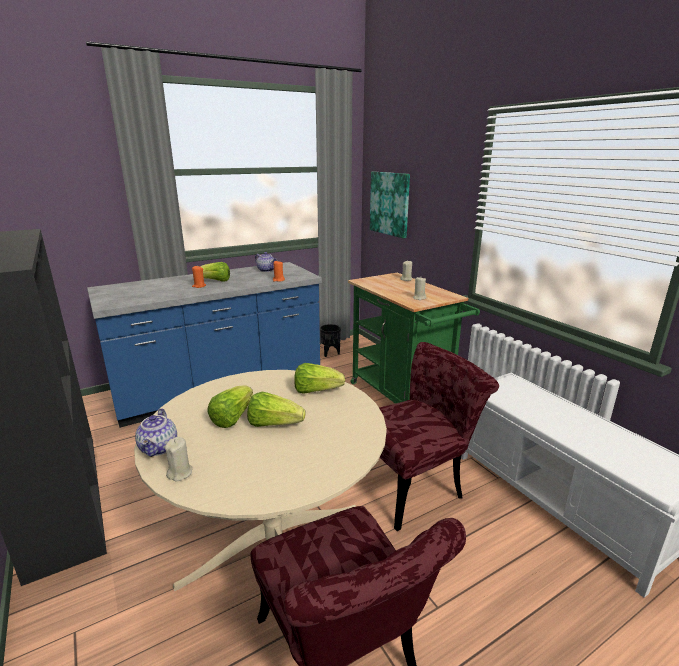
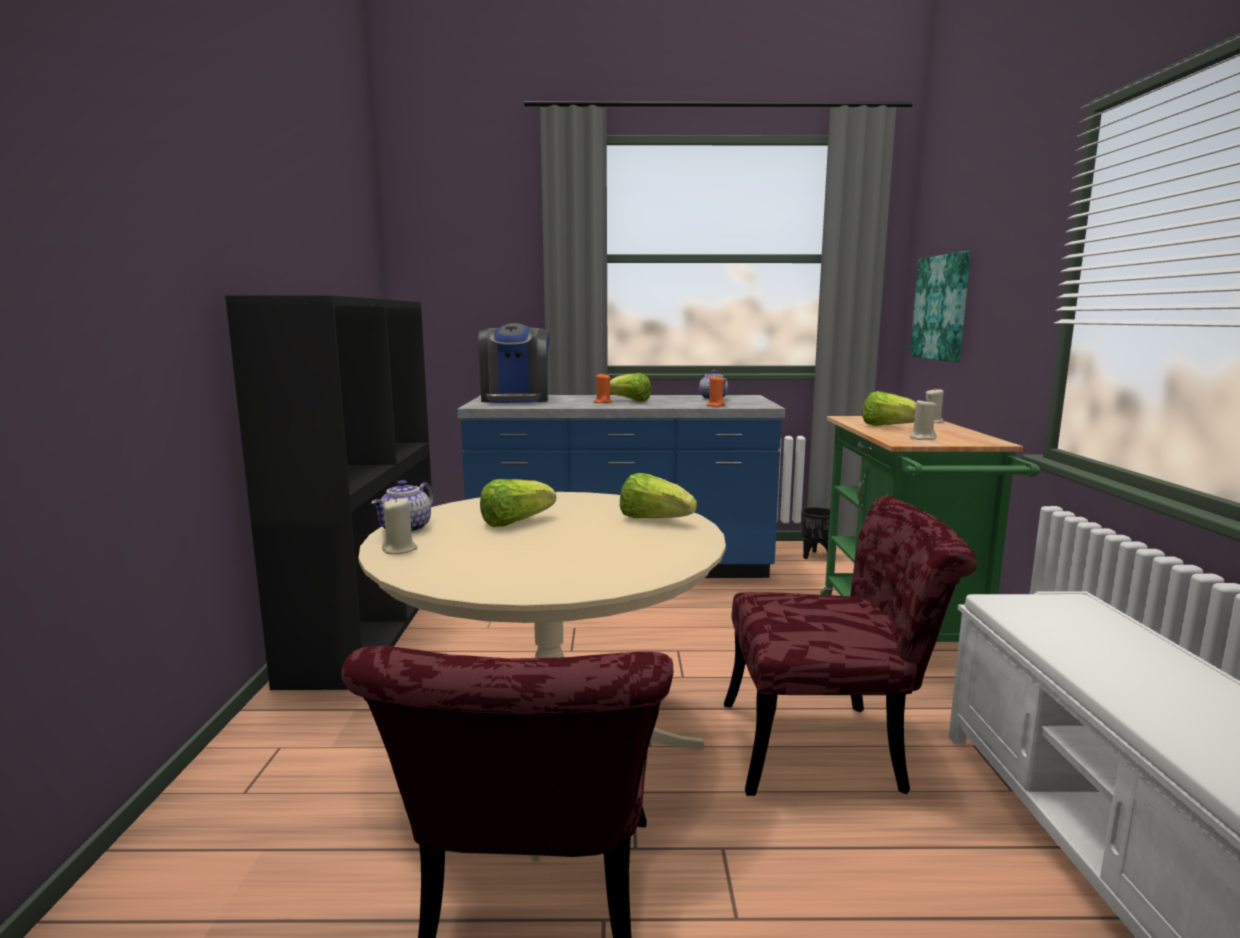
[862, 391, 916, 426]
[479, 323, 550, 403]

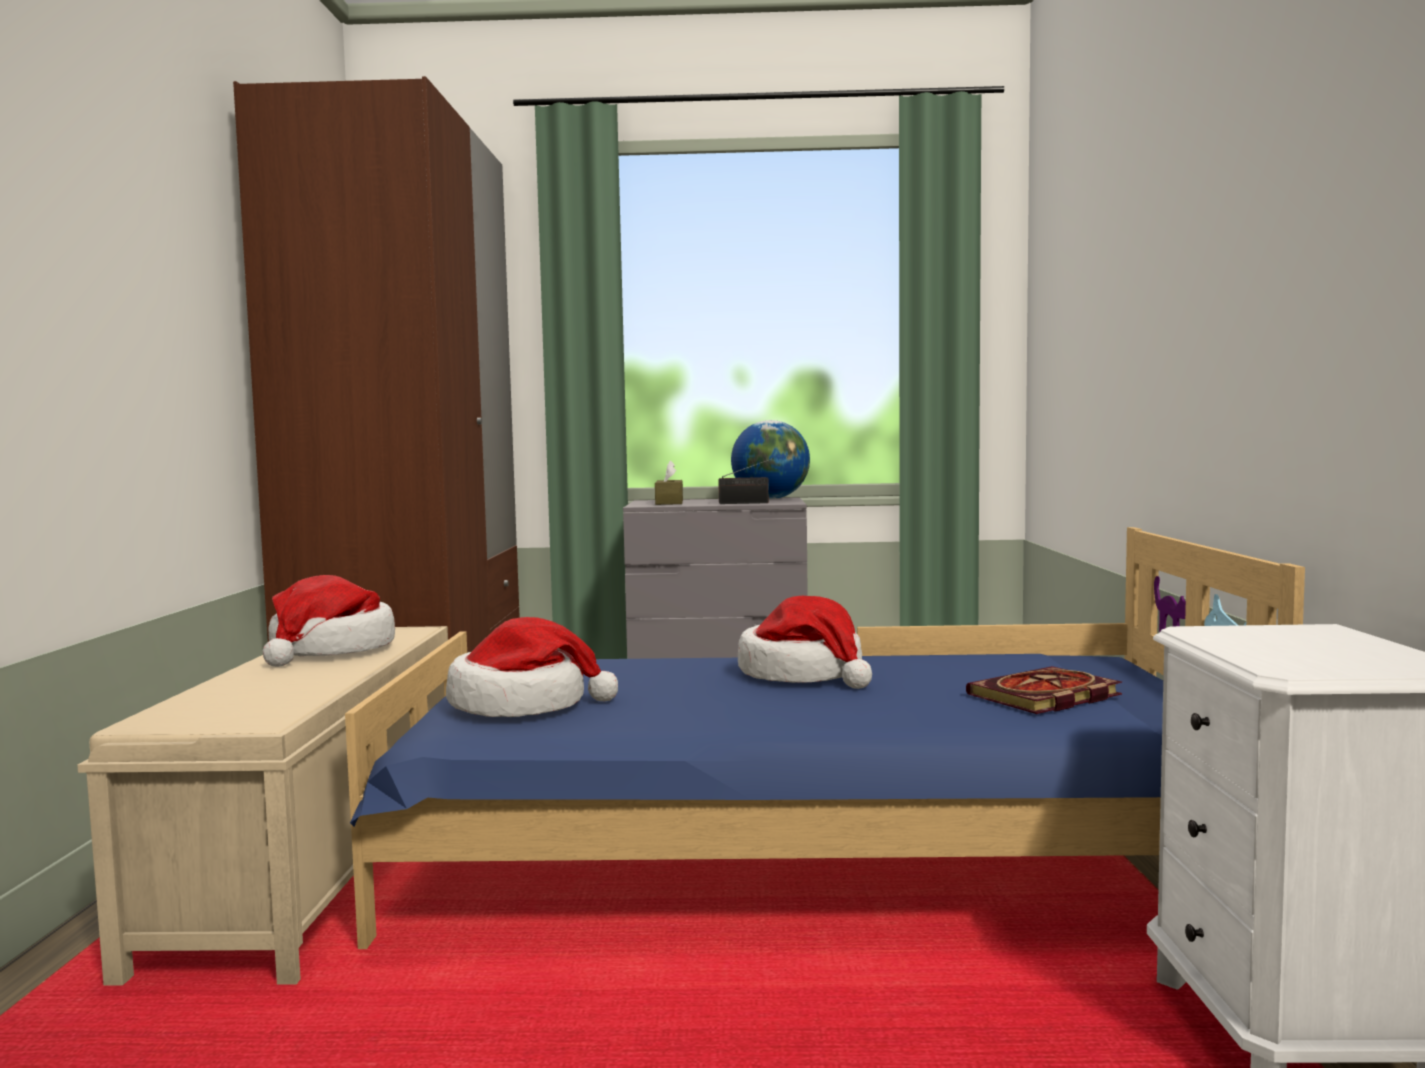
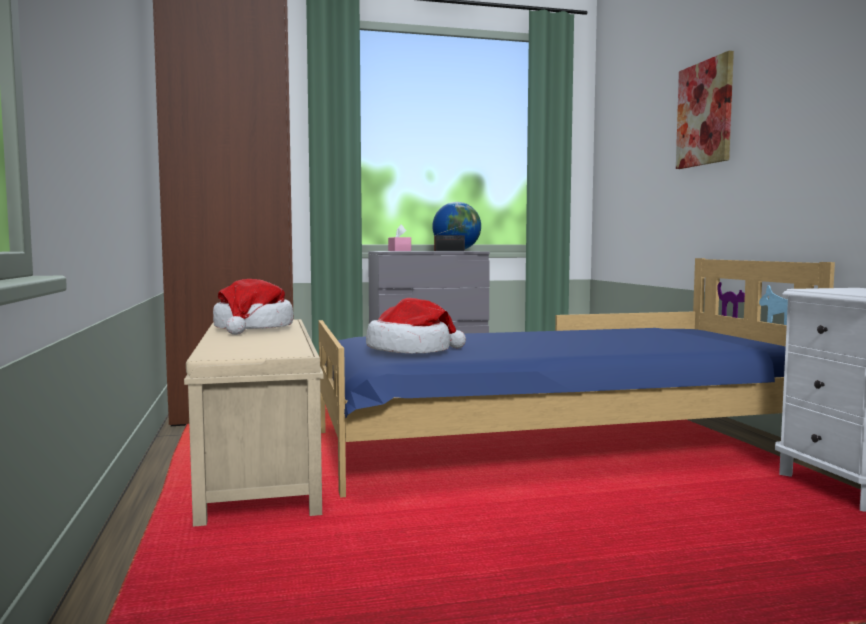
[388, 224, 411, 251]
[738, 596, 872, 689] (first image)
[966, 666, 1122, 714] (first image)
[676, 51, 734, 169]

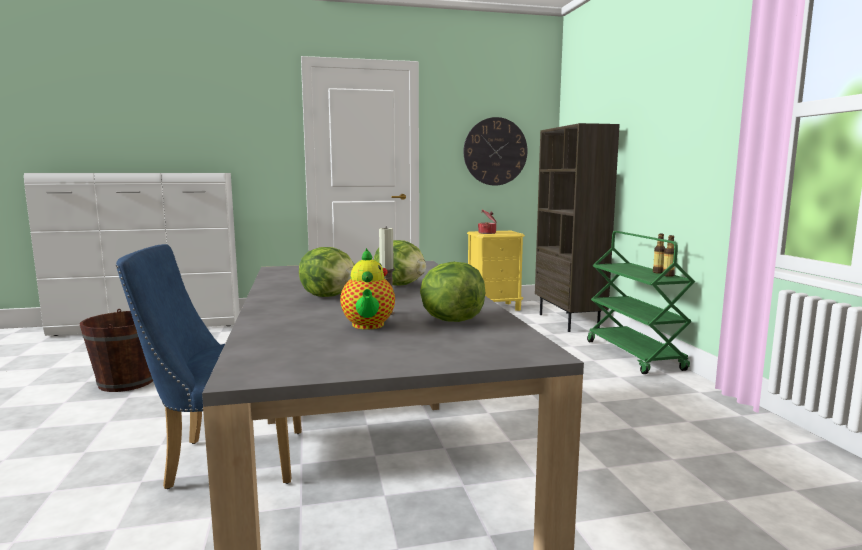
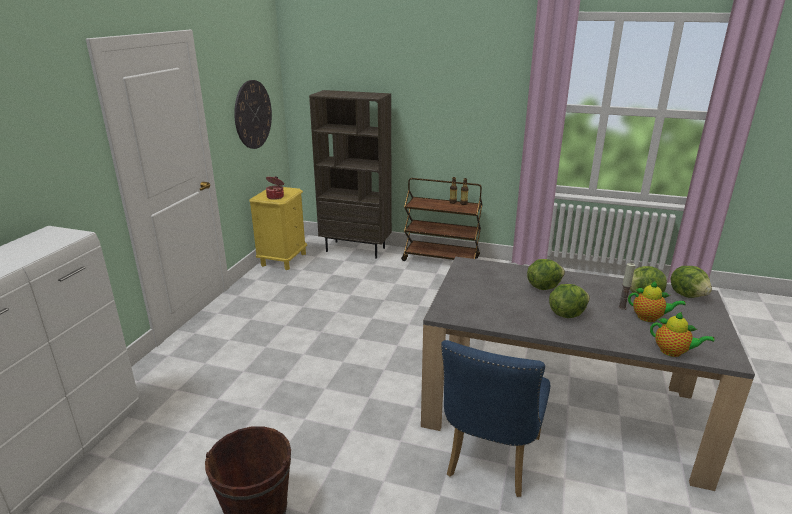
[401, 178, 483, 261]
[650, 312, 715, 357]
[671, 266, 712, 298]

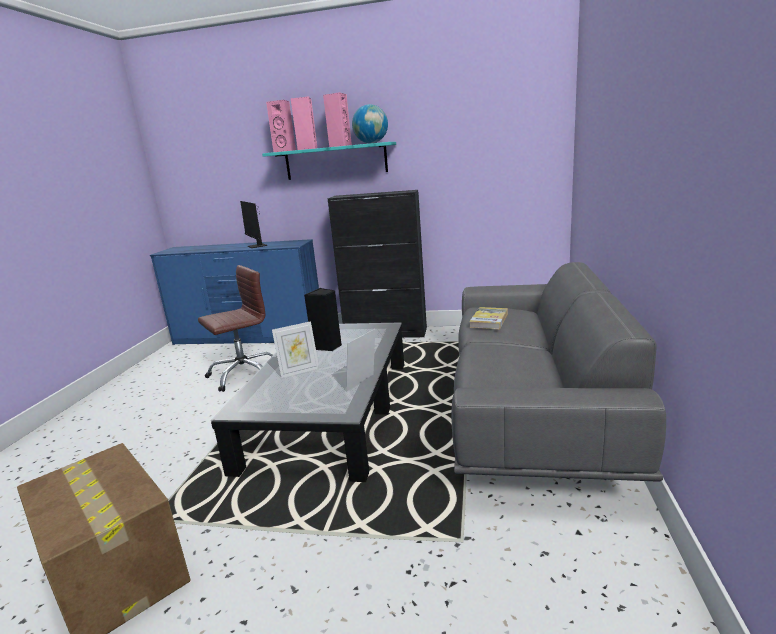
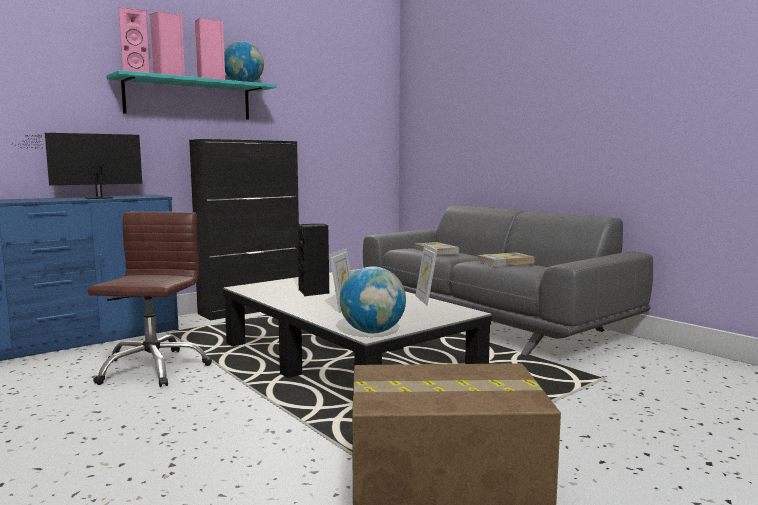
[11, 133, 142, 199]
[340, 266, 406, 333]
[477, 252, 535, 266]

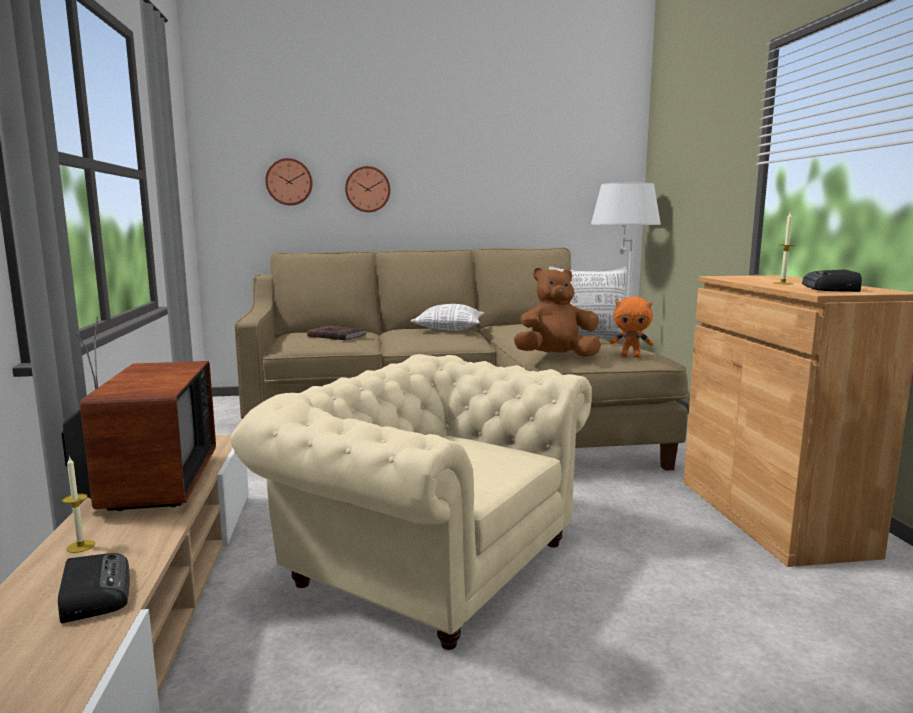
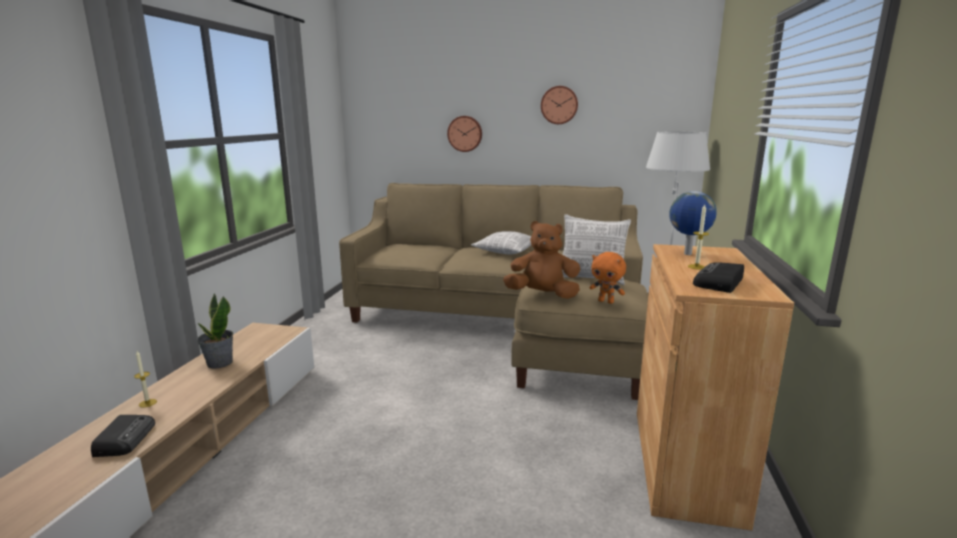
[197, 293, 233, 368]
[230, 354, 592, 650] (first image)
[541, 86, 578, 124]
[307, 326, 366, 340] (first image)
[669, 191, 717, 255]

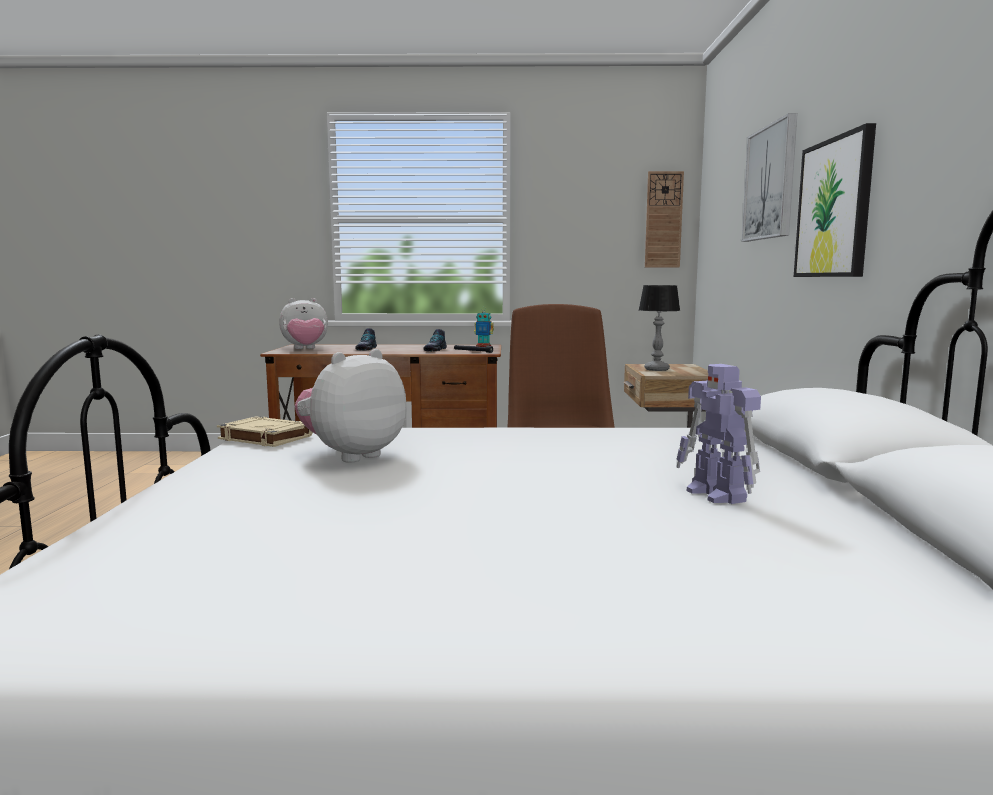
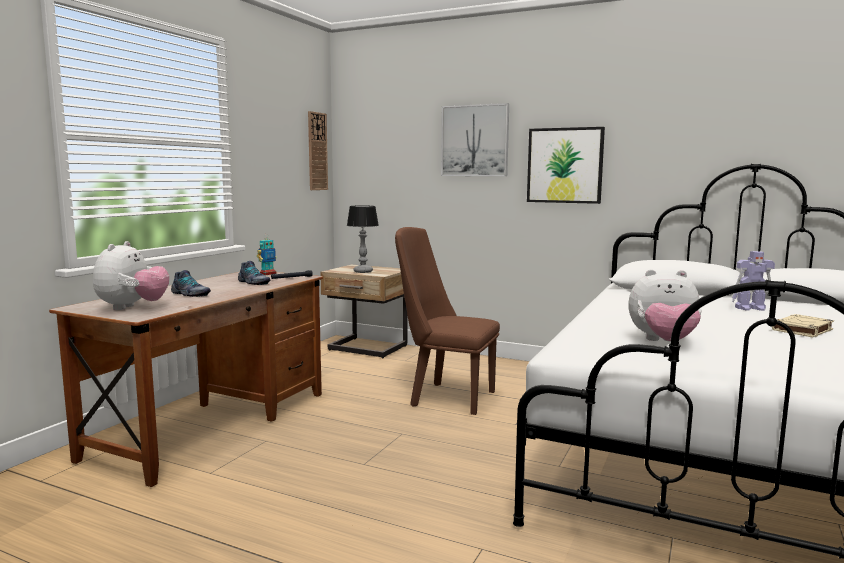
[771, 314, 834, 338]
[628, 269, 702, 341]

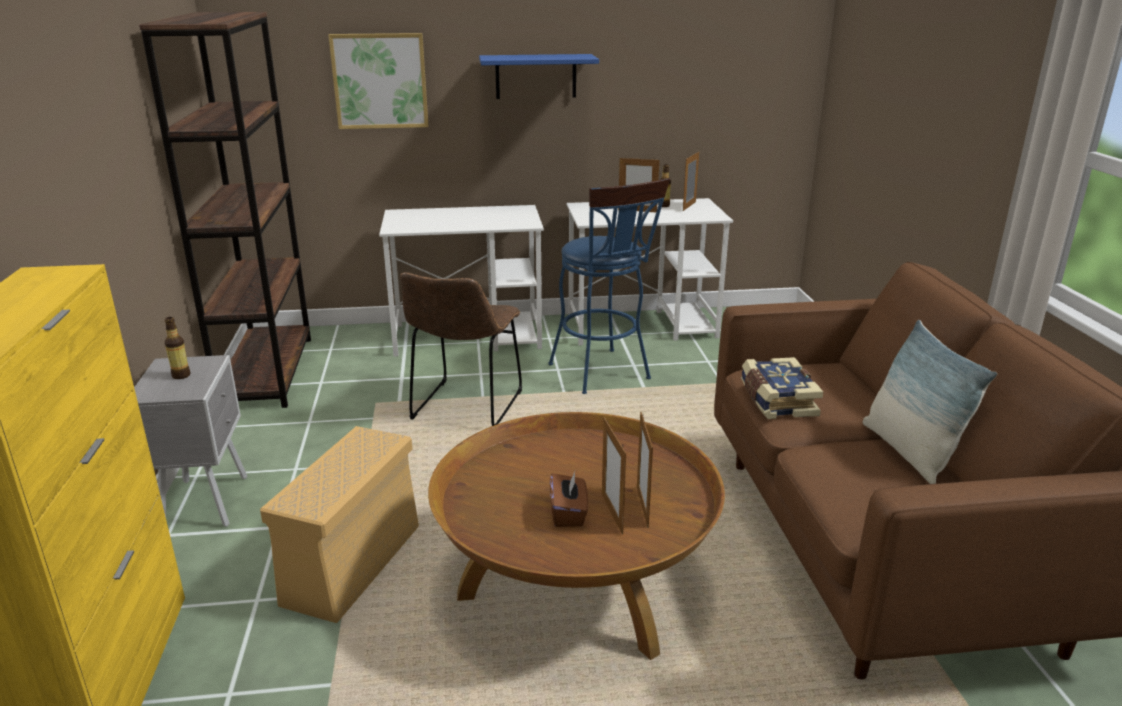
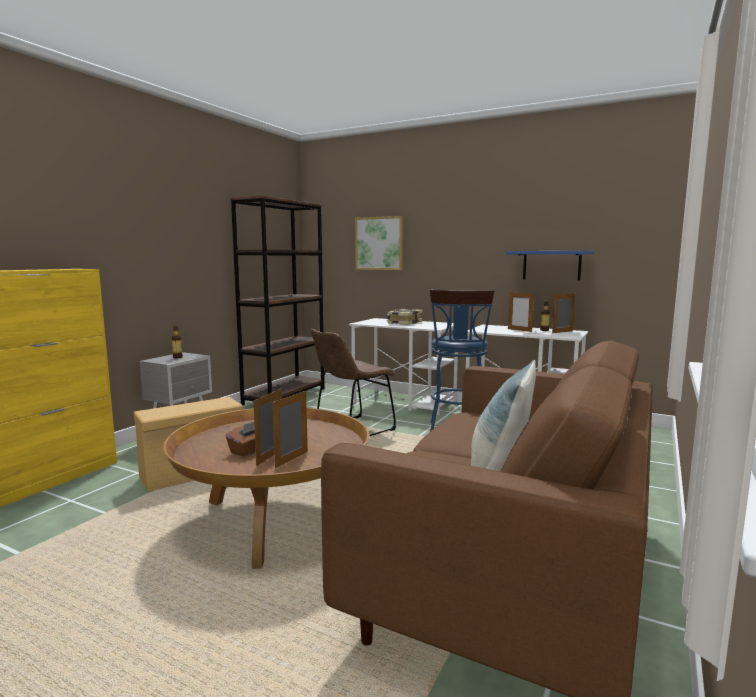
[506, 251, 594, 281]
[387, 309, 423, 325]

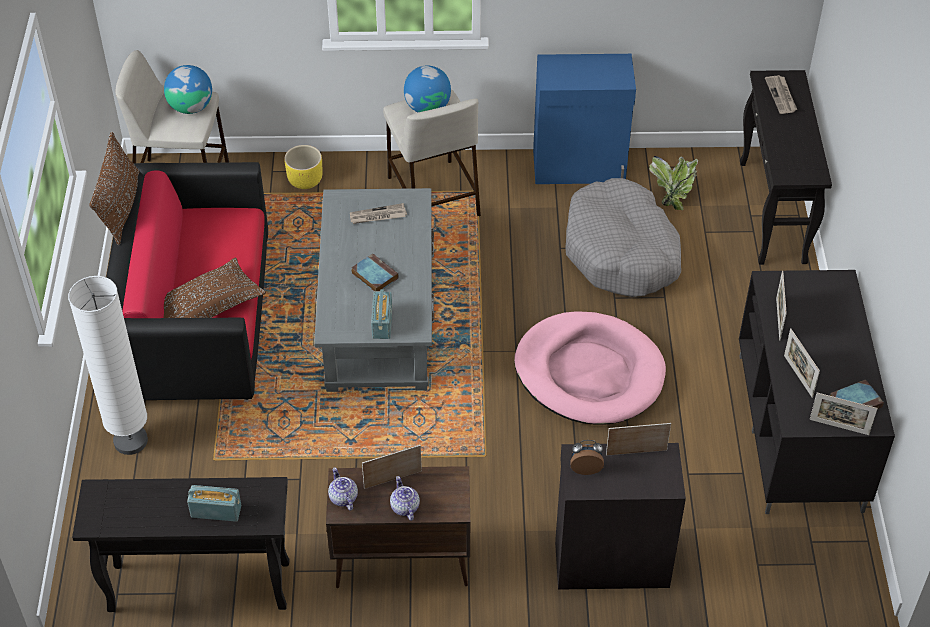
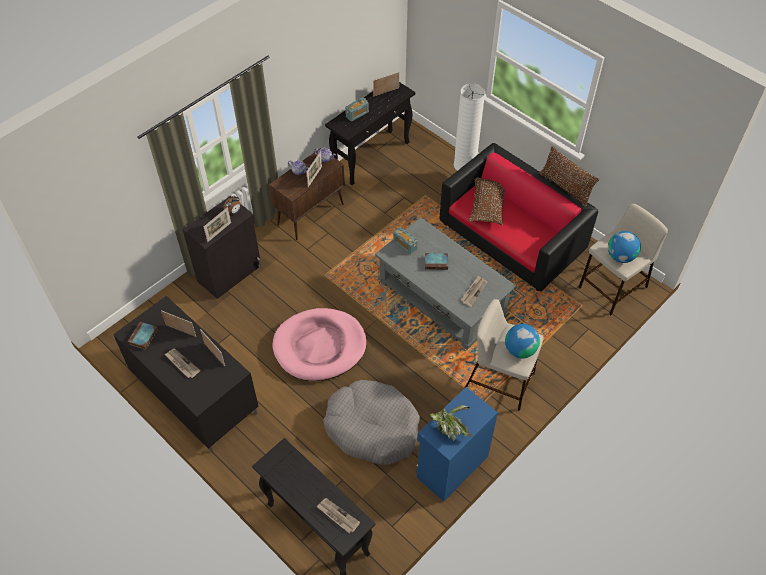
[284, 145, 323, 189] (first image)
[430, 405, 473, 441]
[373, 72, 399, 96]
[164, 349, 201, 378]

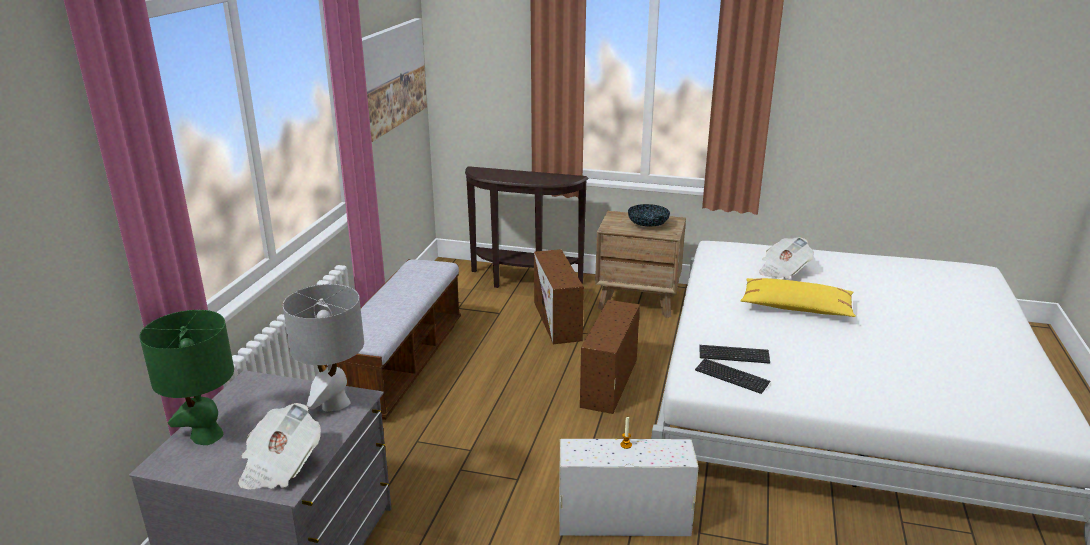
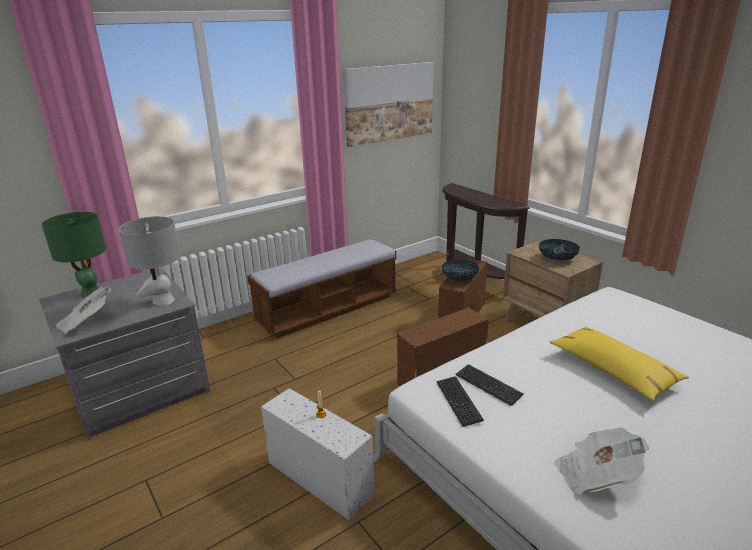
[555, 427, 649, 493]
[442, 259, 479, 281]

